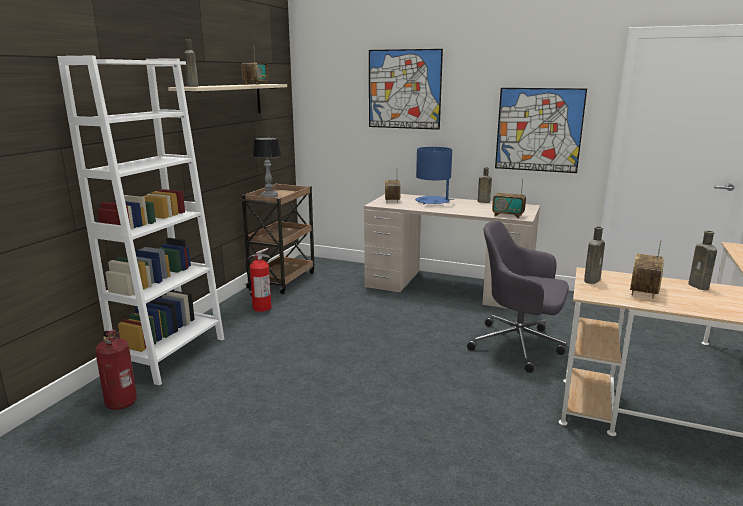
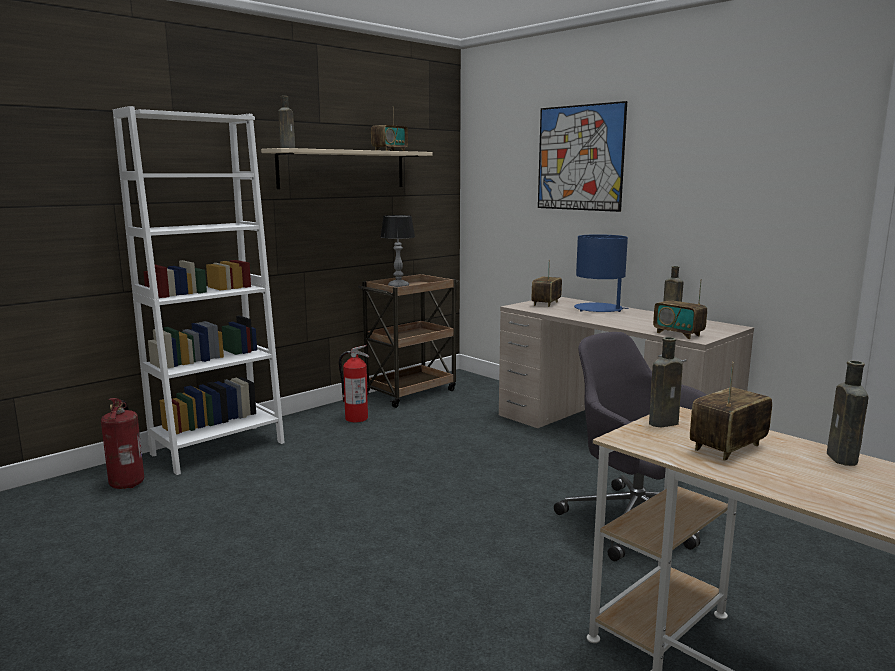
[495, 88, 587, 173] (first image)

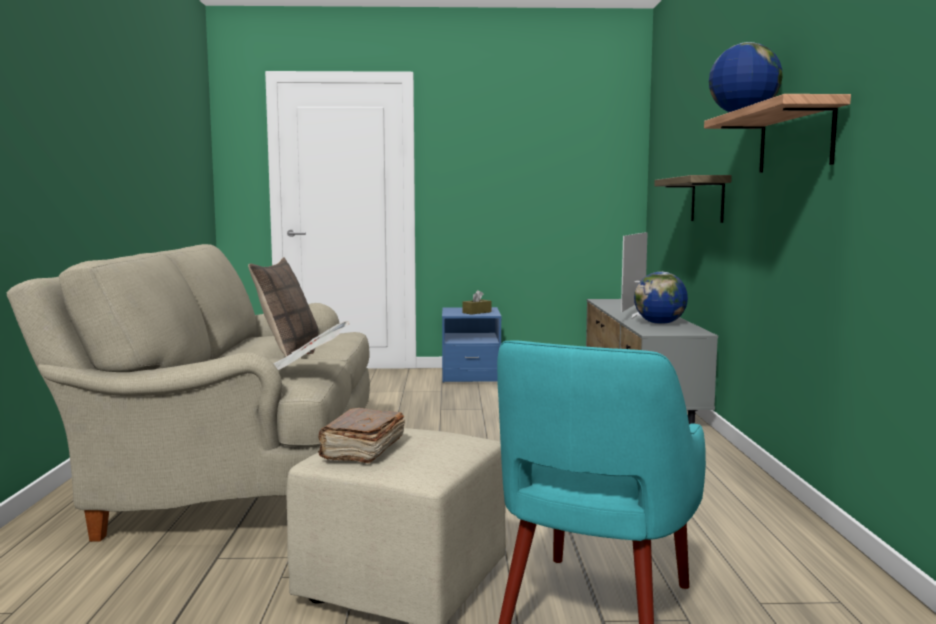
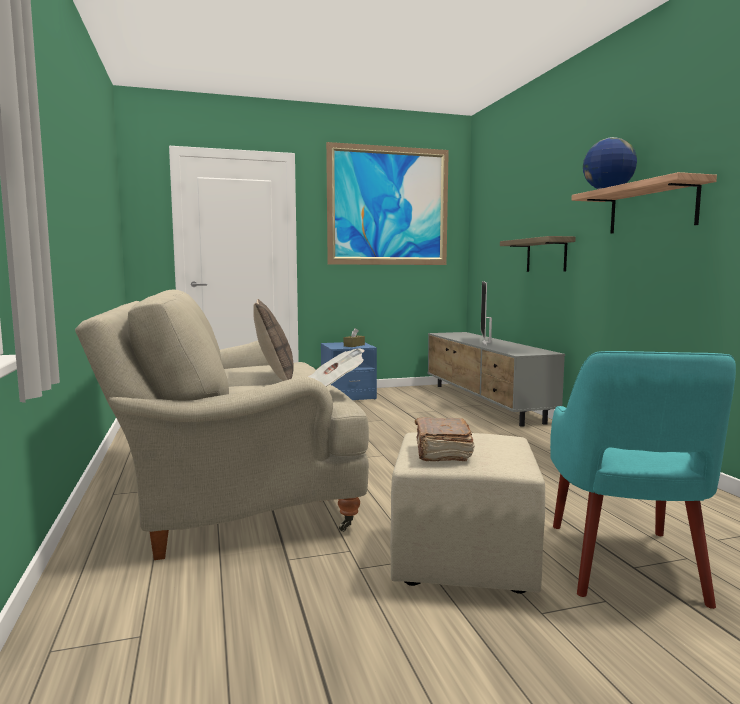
[634, 272, 688, 324] (first image)
[326, 142, 449, 265]

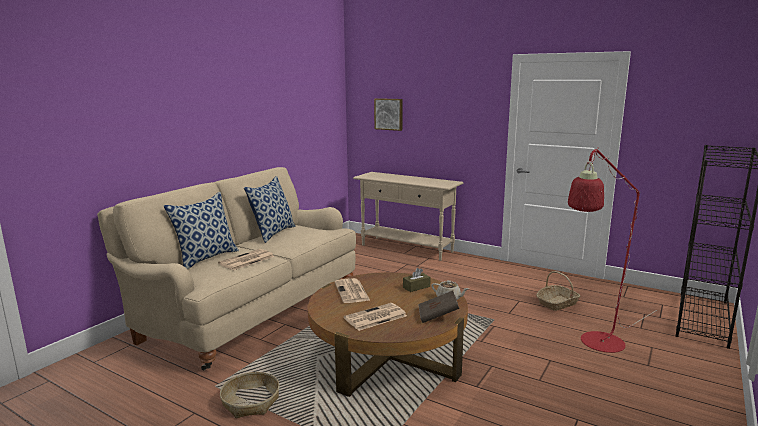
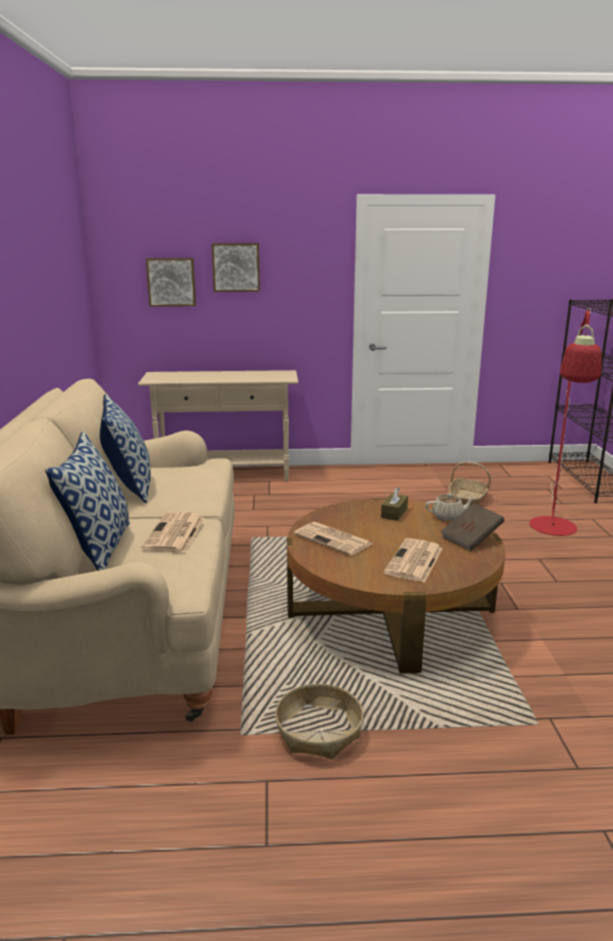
[212, 243, 260, 292]

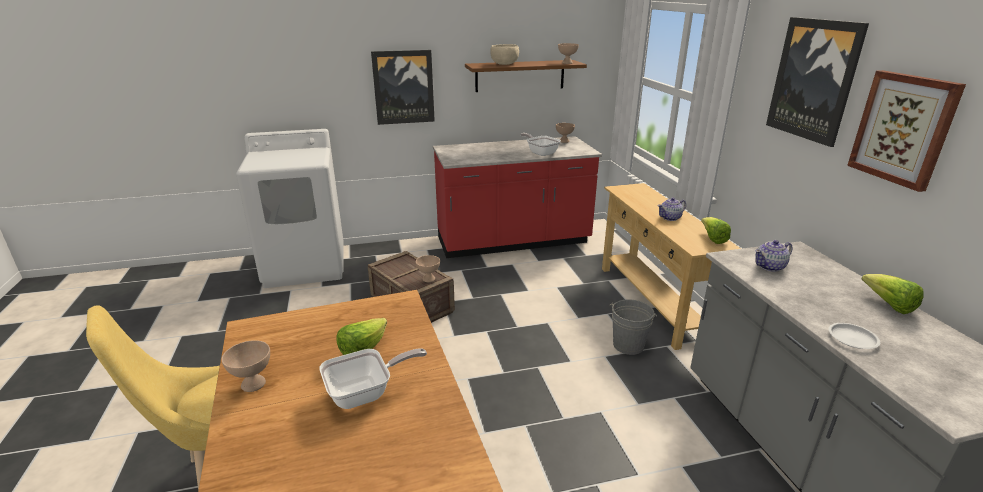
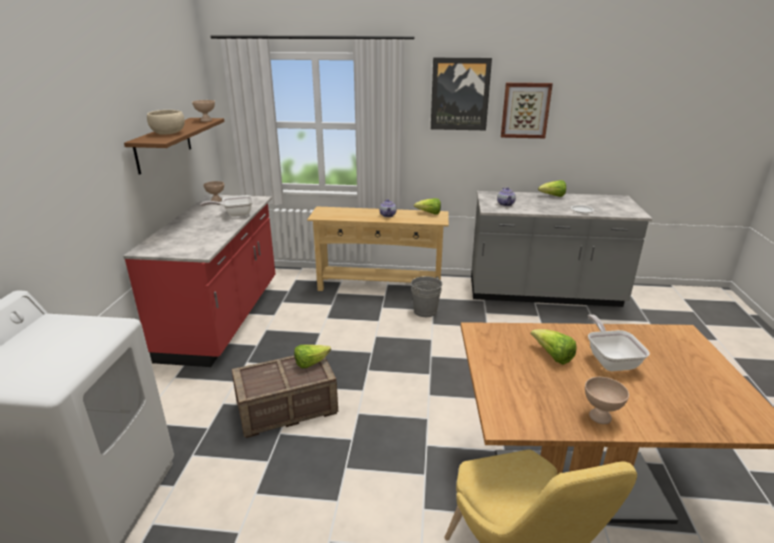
[371, 50, 435, 125] (first image)
[294, 345, 331, 368]

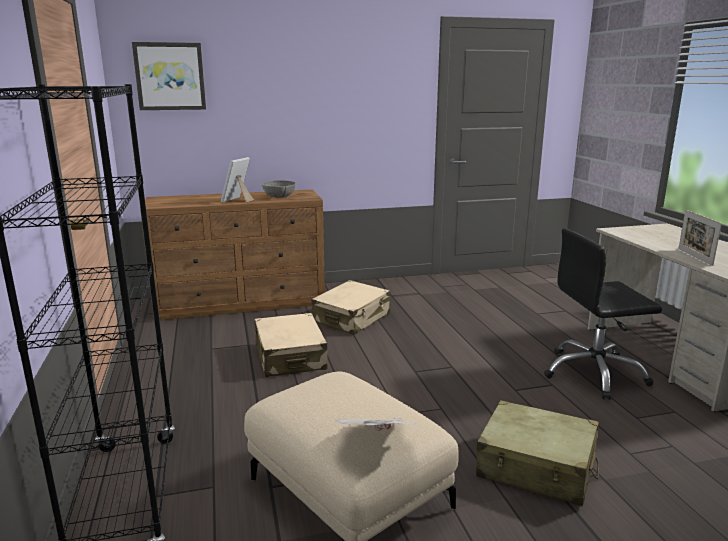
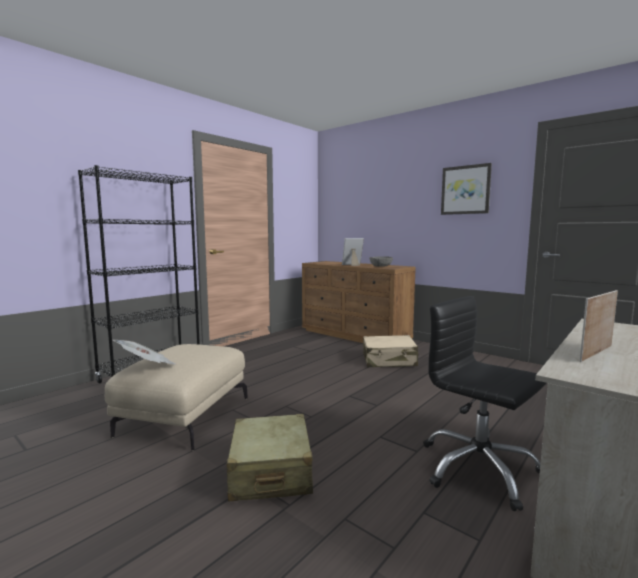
[441, 163, 492, 215]
[254, 313, 327, 377] (first image)

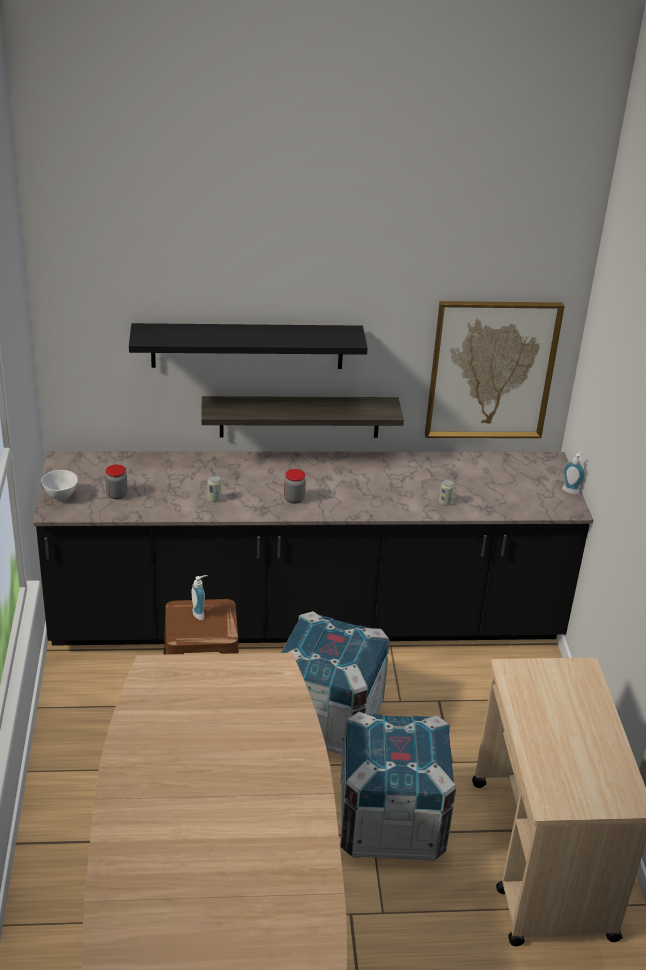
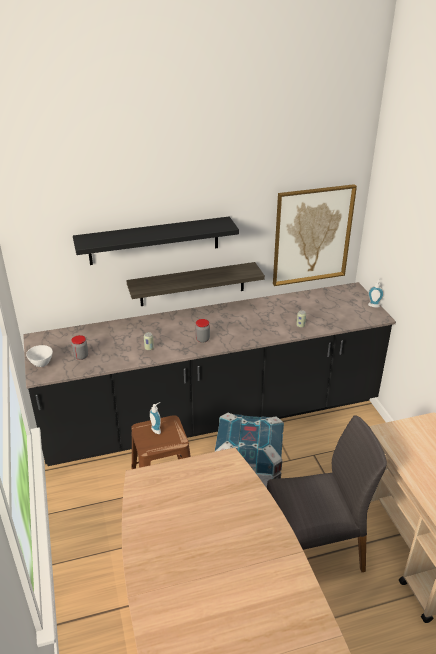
[267, 415, 387, 572]

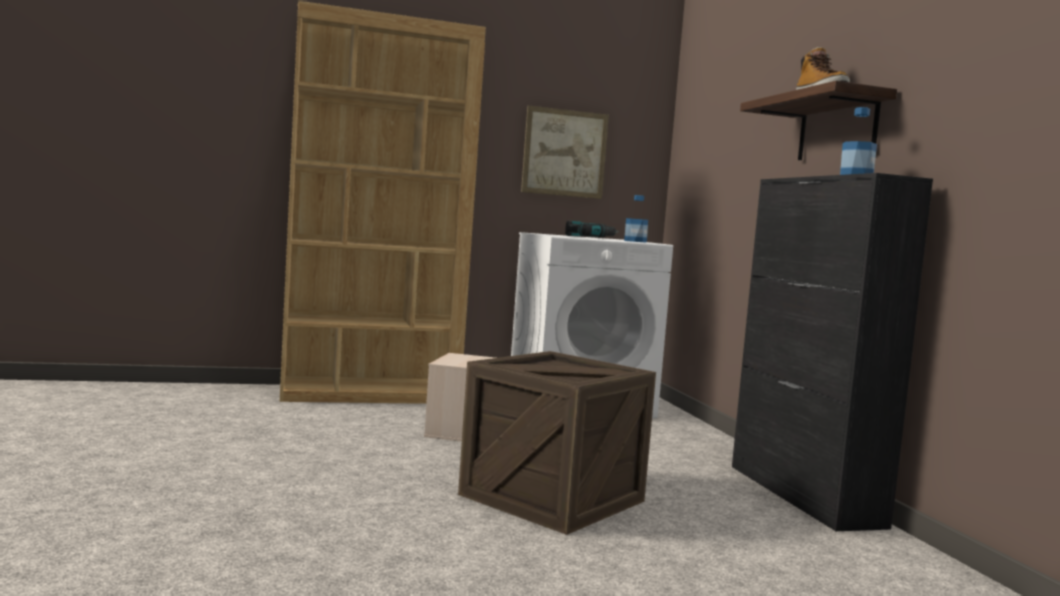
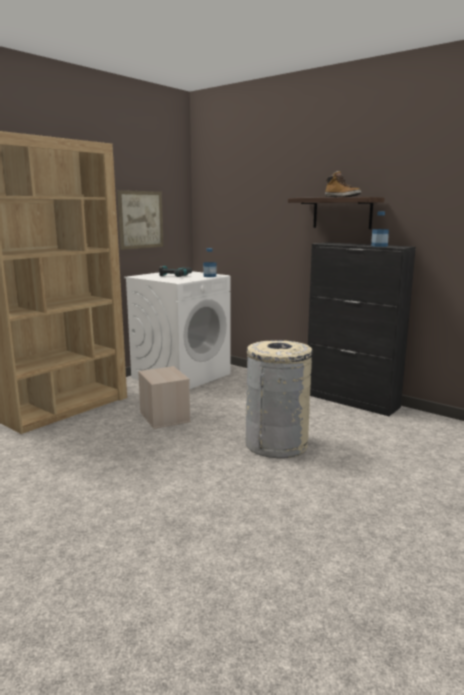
[245, 340, 313, 458]

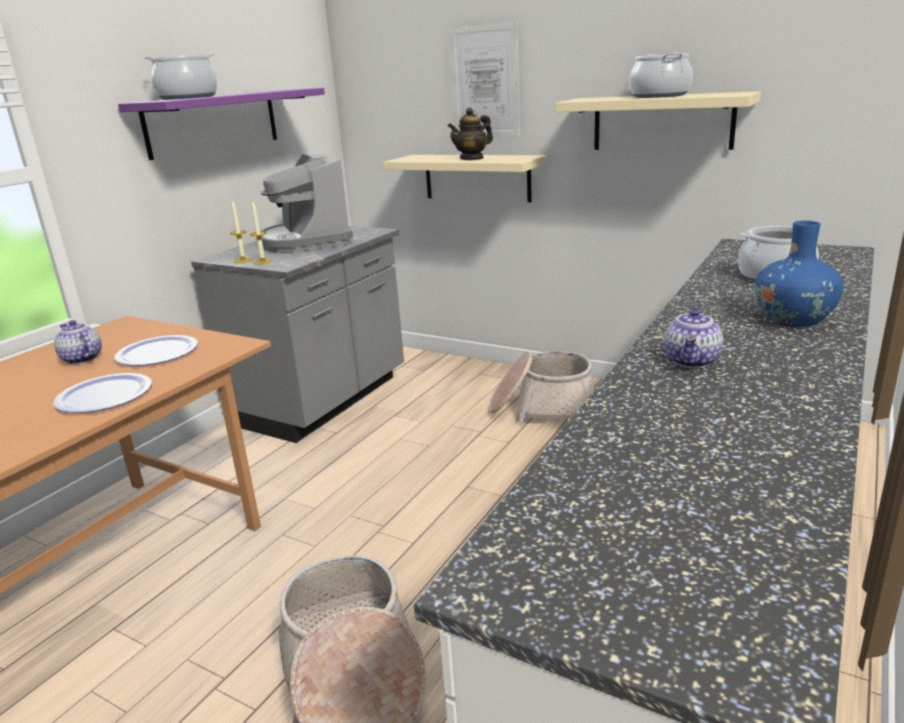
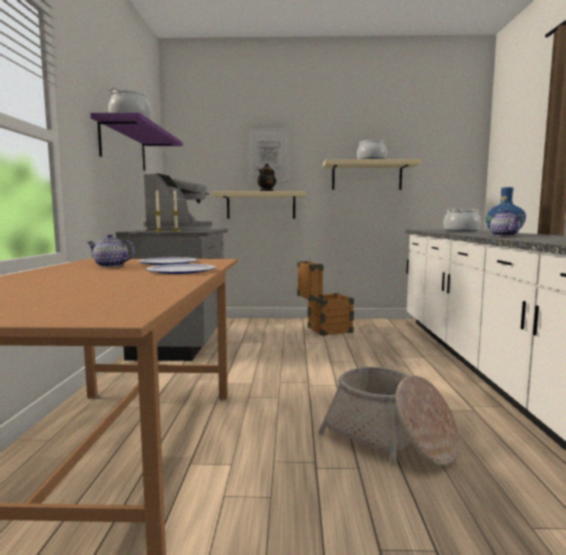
[143, 173, 212, 230]
[297, 261, 354, 336]

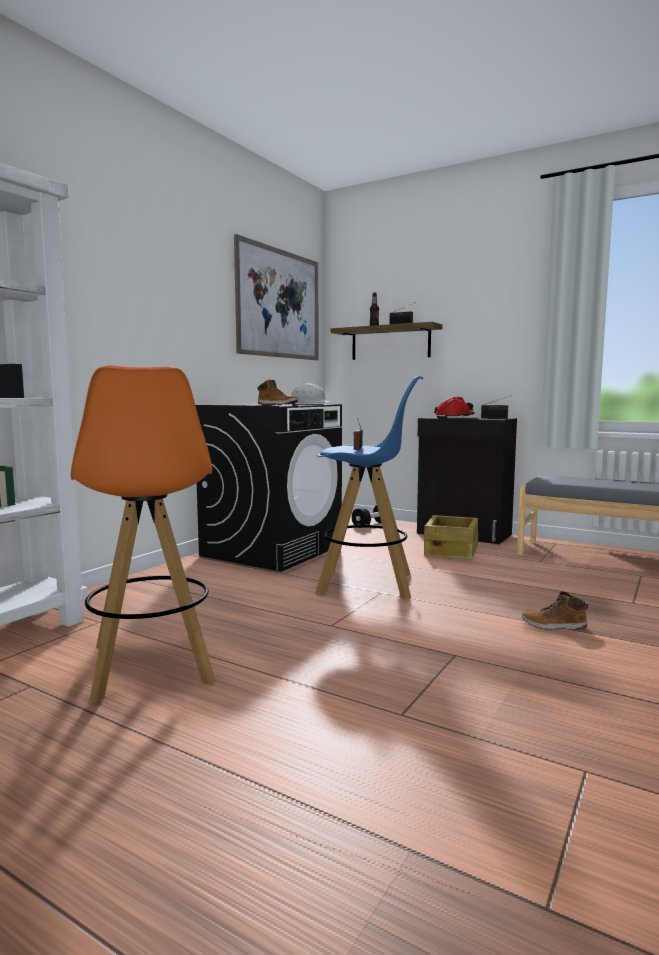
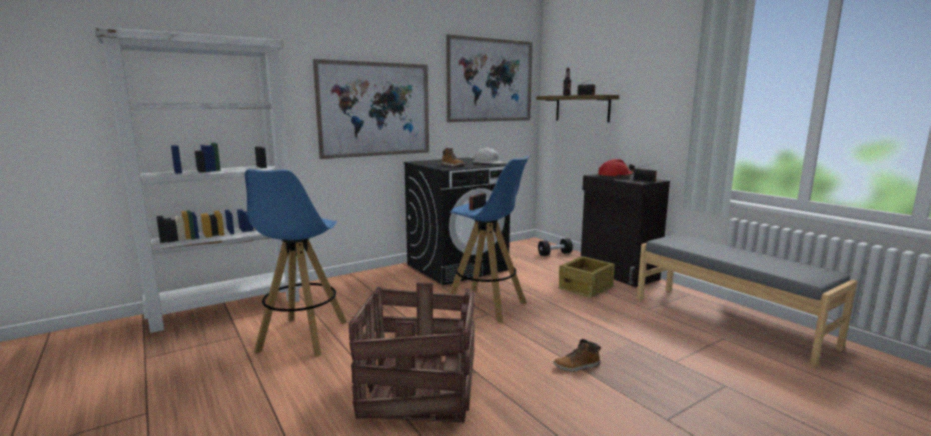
[245, 169, 347, 357]
[554, 339, 601, 372]
[313, 59, 429, 159]
[349, 282, 475, 422]

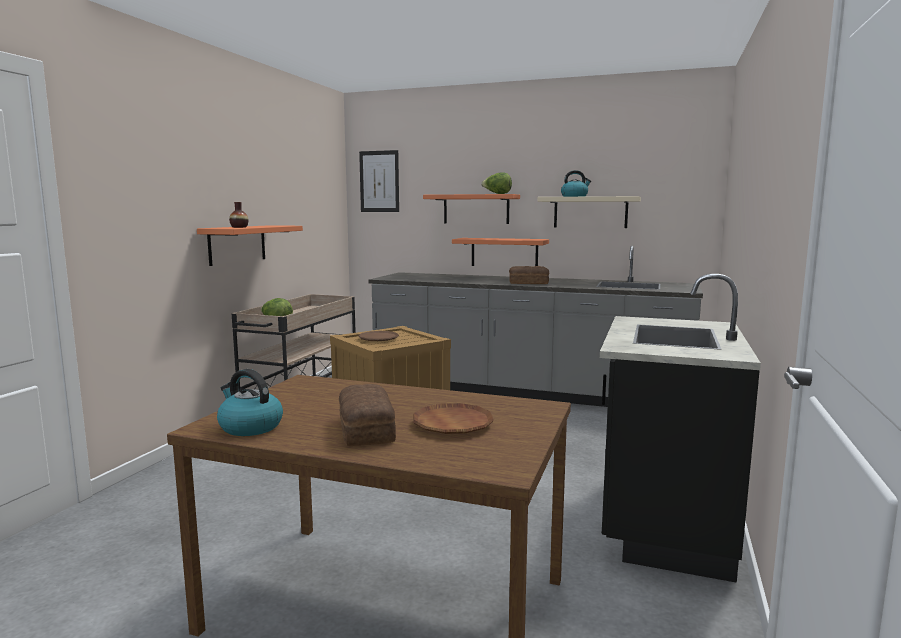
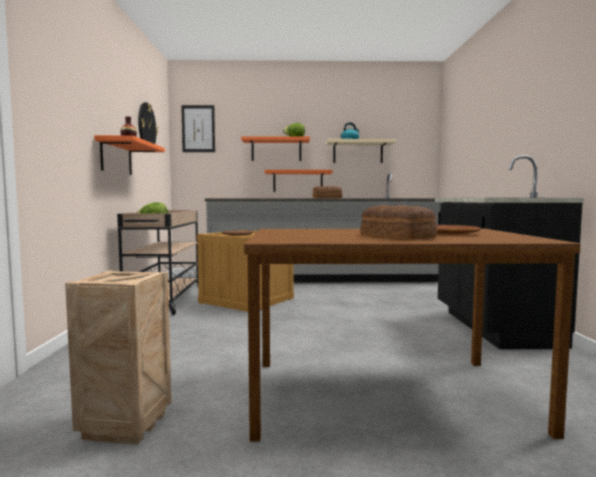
[217, 369, 283, 436] (first image)
[65, 271, 172, 445]
[138, 102, 158, 144]

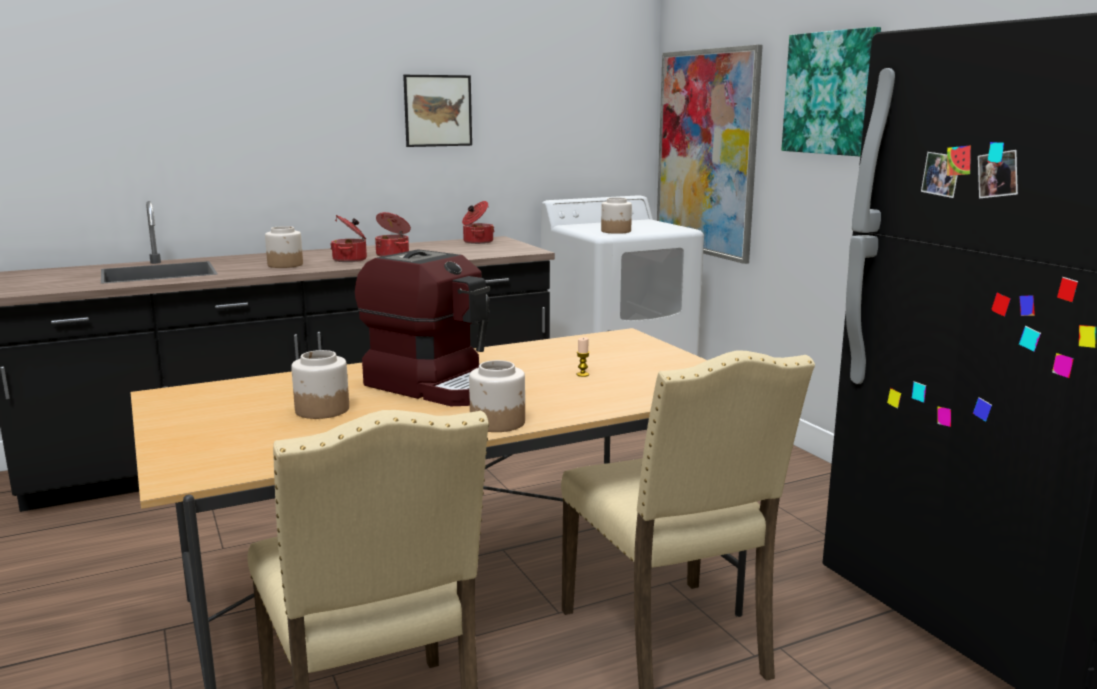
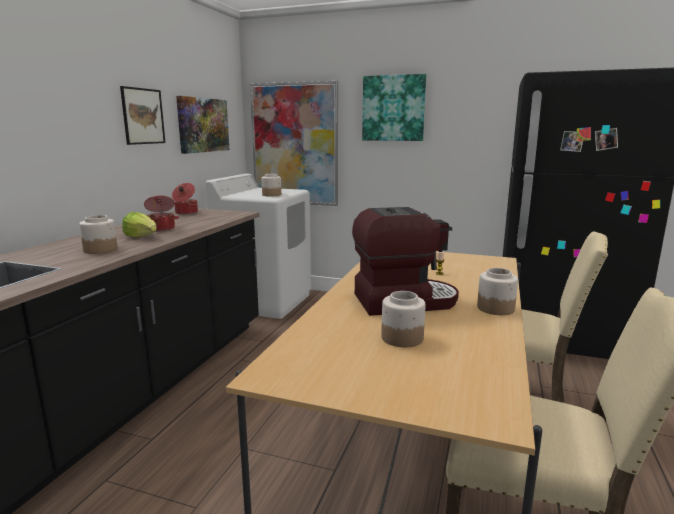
[122, 212, 157, 238]
[176, 96, 230, 154]

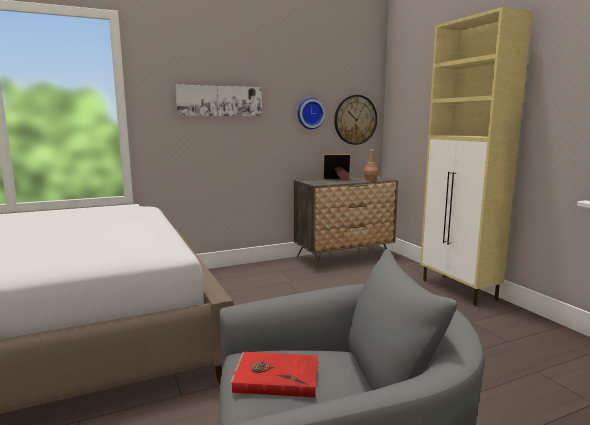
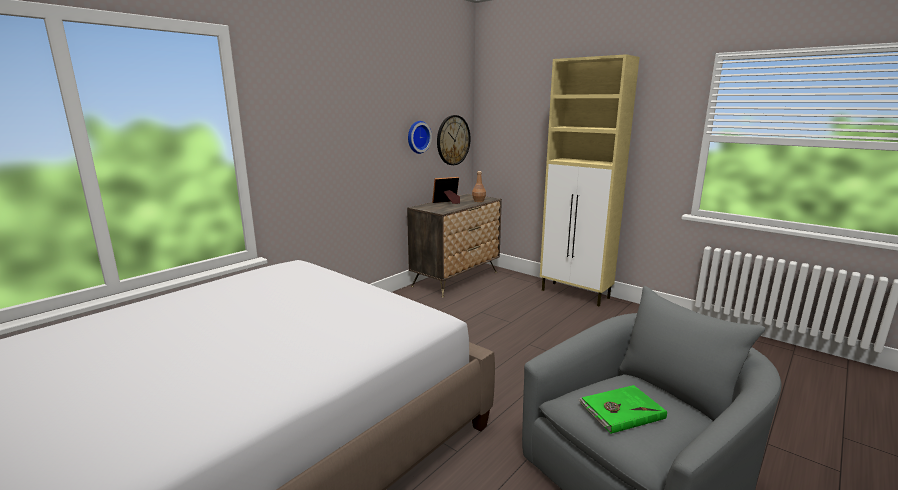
[175, 85, 262, 116] (first image)
[578, 385, 667, 434]

